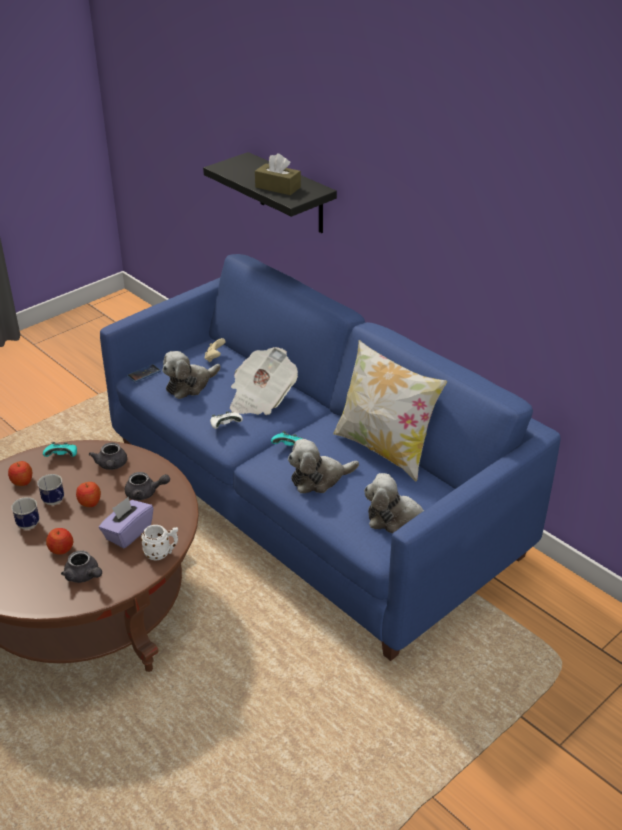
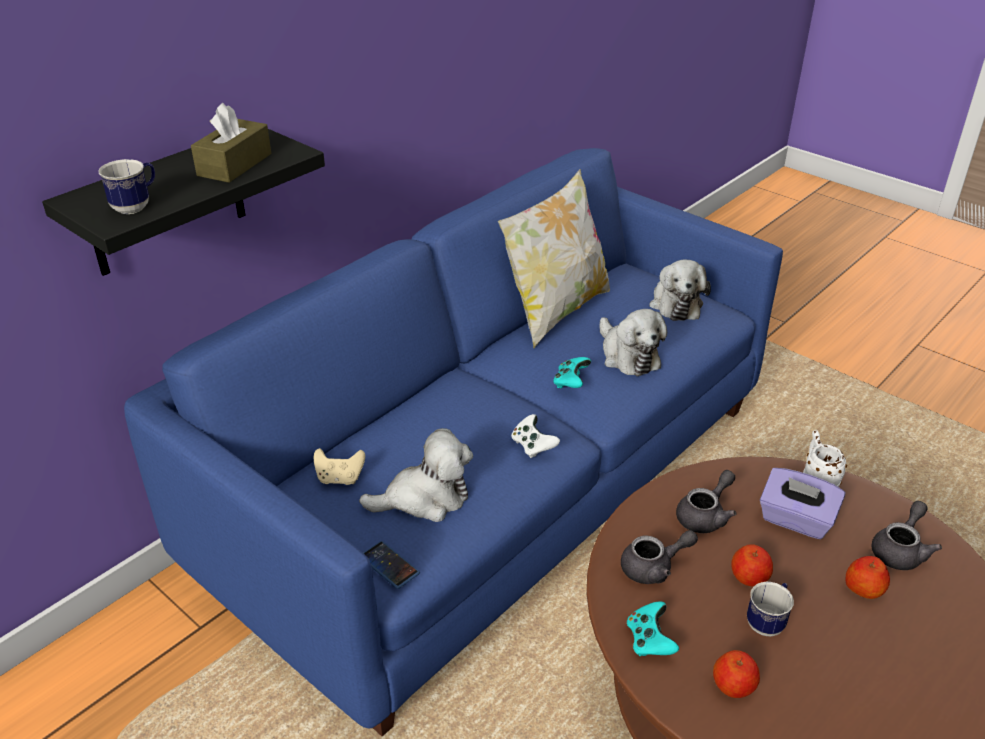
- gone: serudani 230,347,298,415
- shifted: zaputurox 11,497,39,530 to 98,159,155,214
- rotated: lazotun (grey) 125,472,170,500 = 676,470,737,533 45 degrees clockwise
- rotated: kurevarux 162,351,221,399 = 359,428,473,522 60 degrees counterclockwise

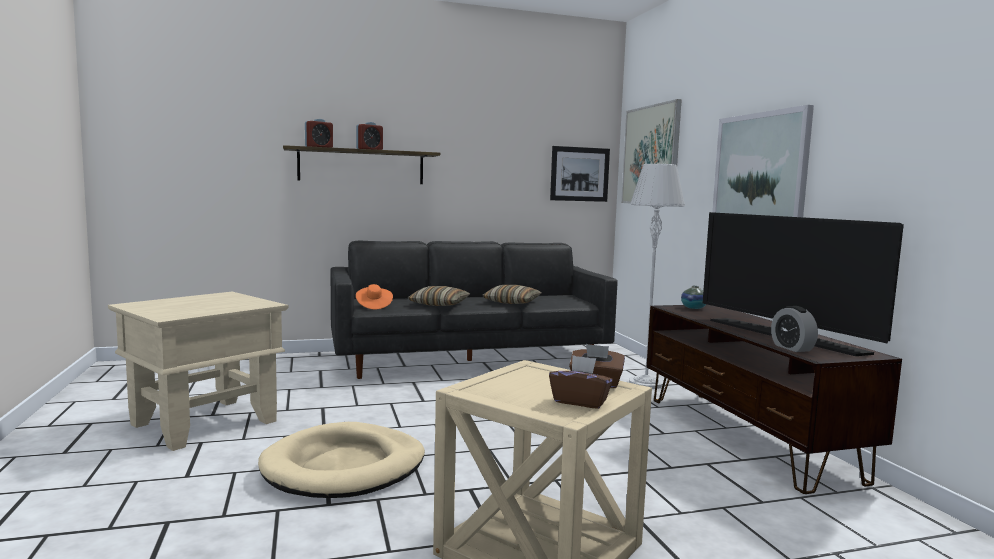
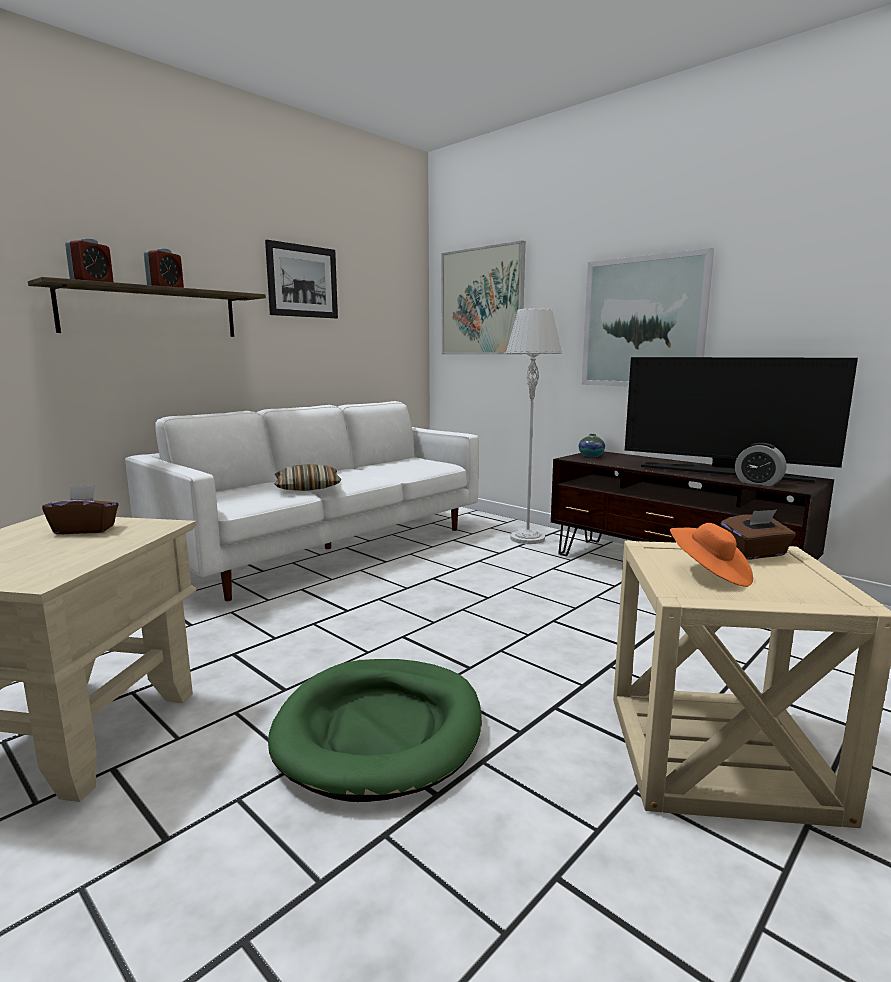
- gone: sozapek 483,285,542,304
- shifted: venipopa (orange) 356,284,393,310 to 670,523,753,587
- shifted: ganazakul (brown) 549,355,613,409 to 42,485,119,534
- shifted: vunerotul 550,146,610,202 to 265,240,338,318
- repainted: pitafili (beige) 258,422,425,498 to pitafili (green) 268,659,482,802
- repainted: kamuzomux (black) 331,241,618,379 to kamuzomux (white) 125,401,479,601

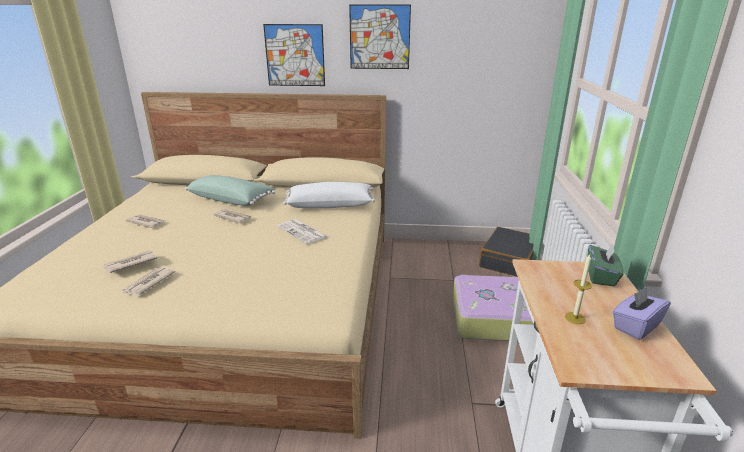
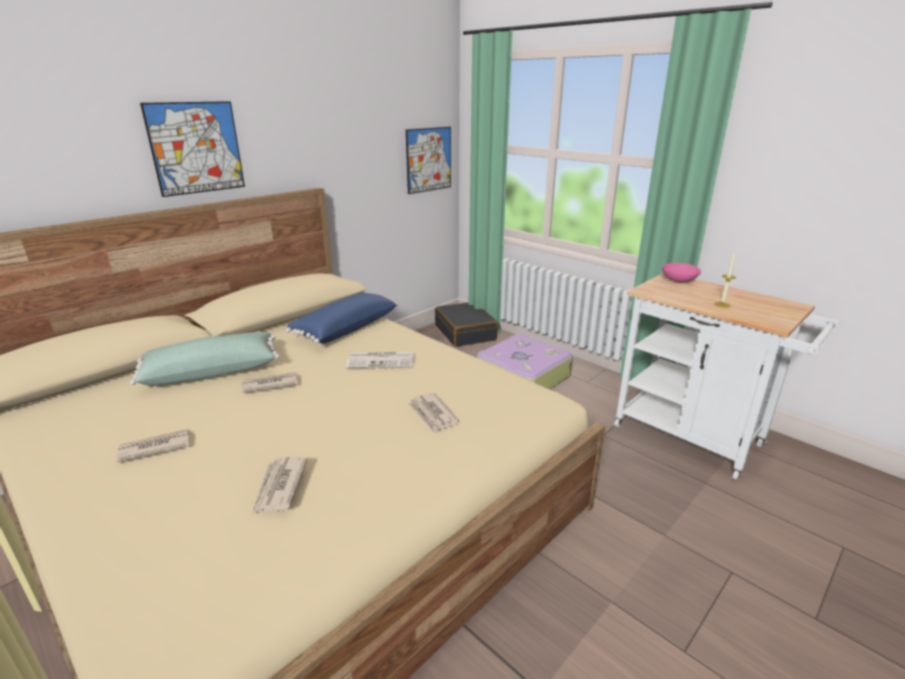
- gone: ganazakul (purple) 613,287,671,340
- shifted: serudani 123,267,175,296 to 408,393,459,433
- shifted: vunerotul 349,4,411,69 to 406,127,451,194
- swapped: ganazakul (green) 587,244,623,286 to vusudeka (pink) 662,263,701,283
- repainted: sozapek (white) 283,182,375,208 to sozapek (blue) 286,293,398,344

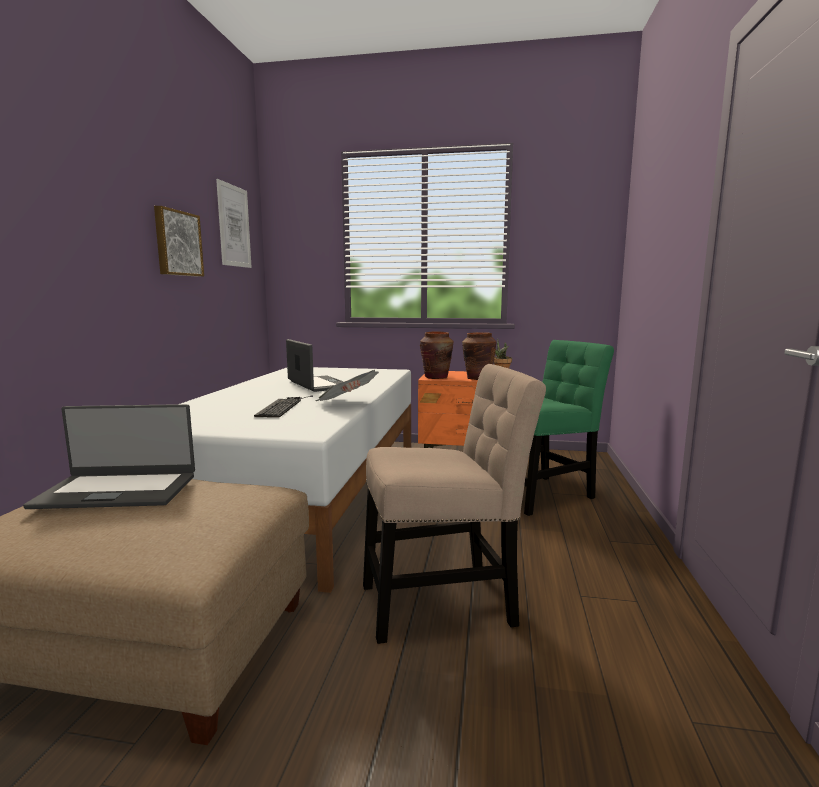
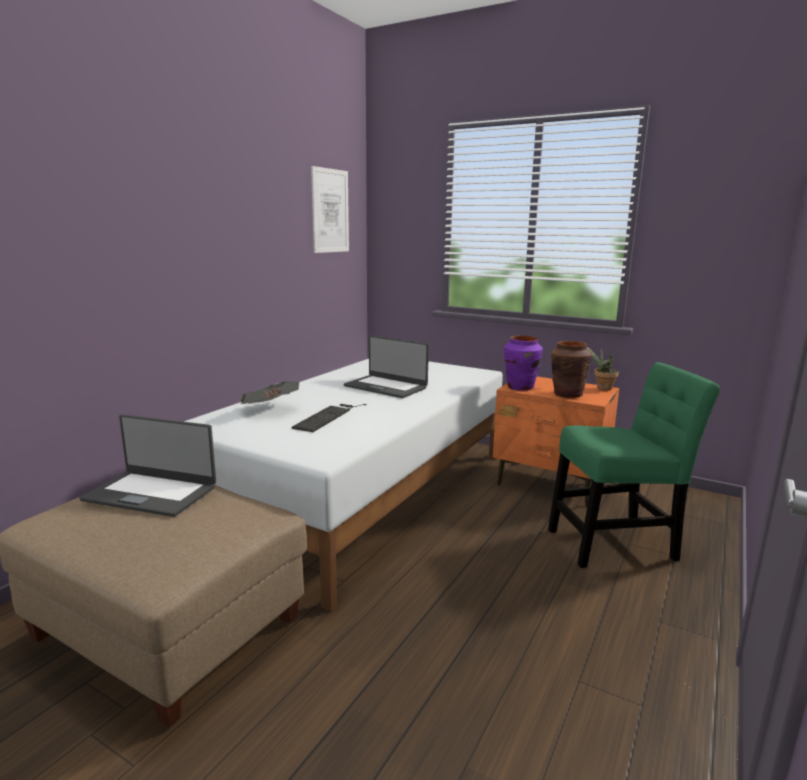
- gone: vunerotul 154,206,204,277
- gone: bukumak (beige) 363,364,546,644
- shifted: serudani 315,370,379,401 to 240,381,299,404
- repainted: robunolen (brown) 420,332,454,379 to robunolen (purple) 504,335,543,391
- rotated: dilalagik 286,339,344,392 = 344,335,429,398 135 degrees clockwise

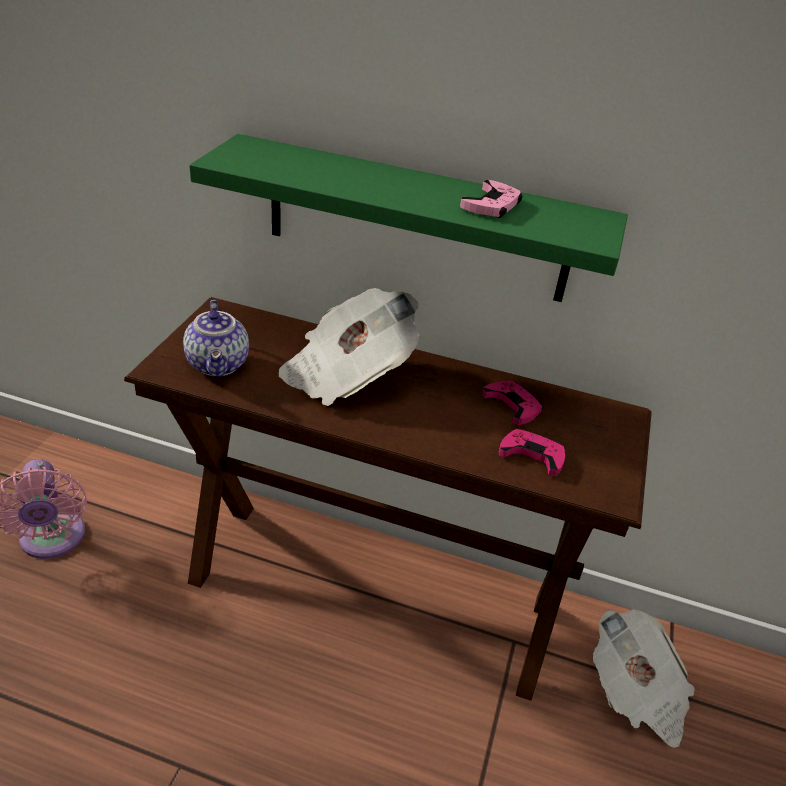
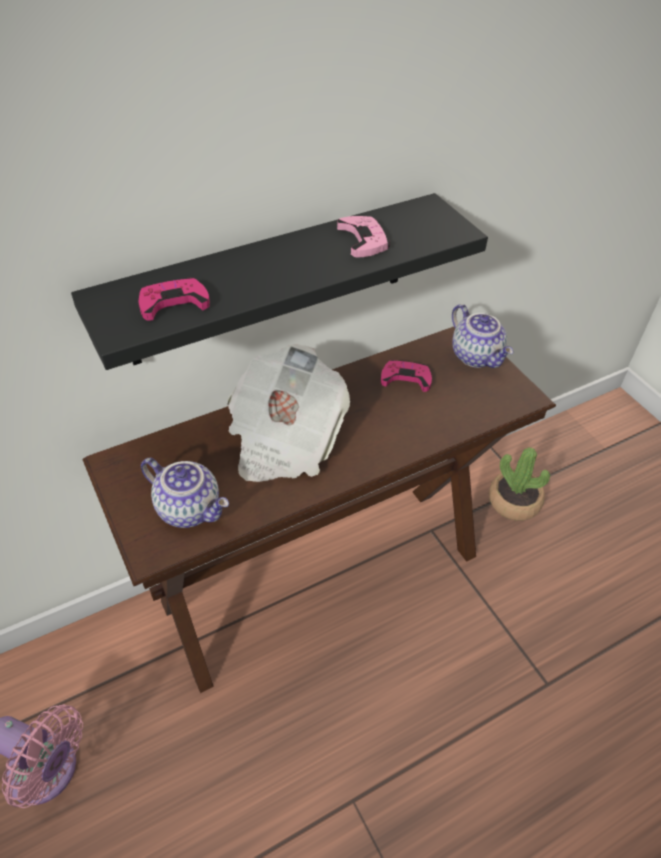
- new: lazotun 452,304,514,368
- shifted: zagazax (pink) 498,429,565,476 to 138,277,210,320
- swapped: serudani 593,609,695,748 to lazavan 489,447,550,521
- repainted: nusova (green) 189,134,628,302 to nusova (black) 71,193,488,370

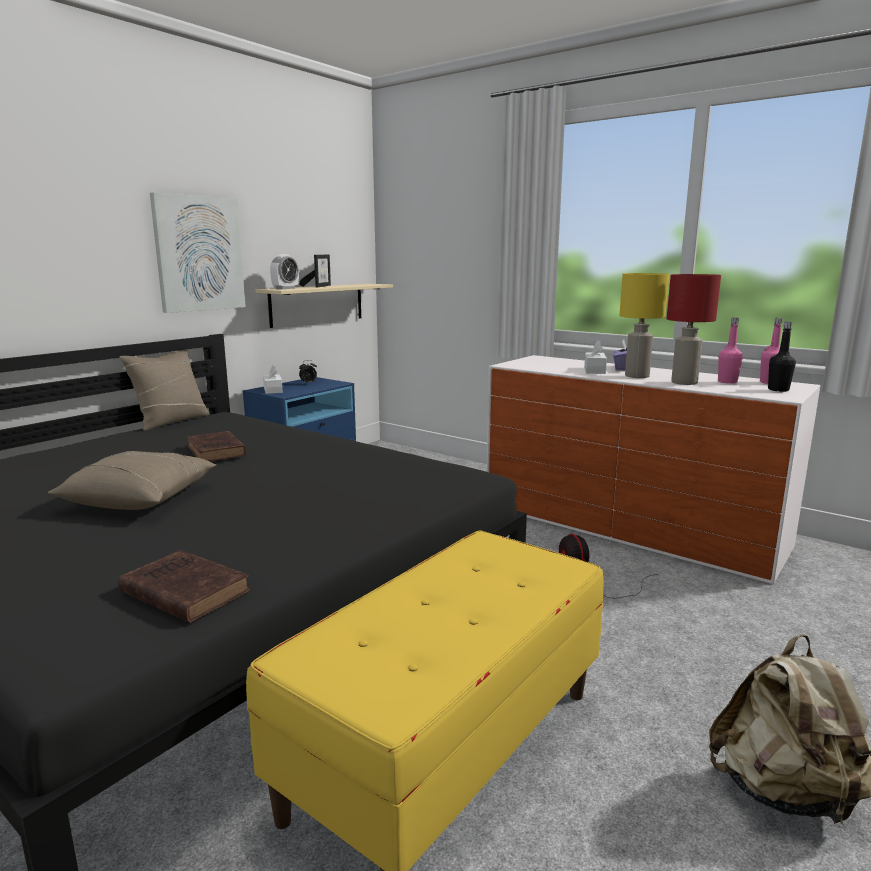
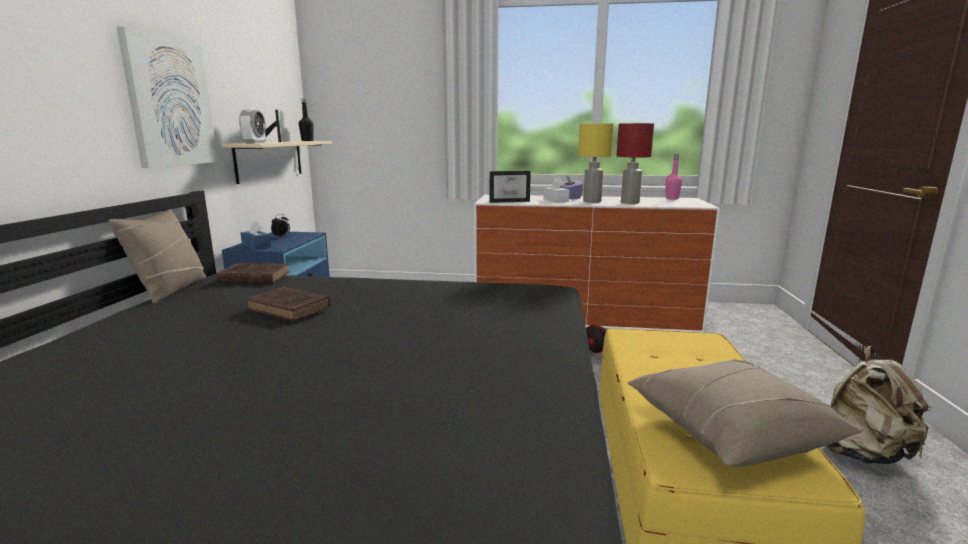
- gone: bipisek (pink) 718,318,743,384
- new: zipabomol 489,171,531,203
- shifted: sozapek (beige) 48,451,216,510 to 627,359,863,467
- shifted: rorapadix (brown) 118,550,250,623 to 217,263,290,282
- shifted: bipisek (black) 768,322,796,392 to 299,98,314,141
- repainted: ganazakul (white) 263,365,283,394 to ganazakul (blue) 241,220,271,250

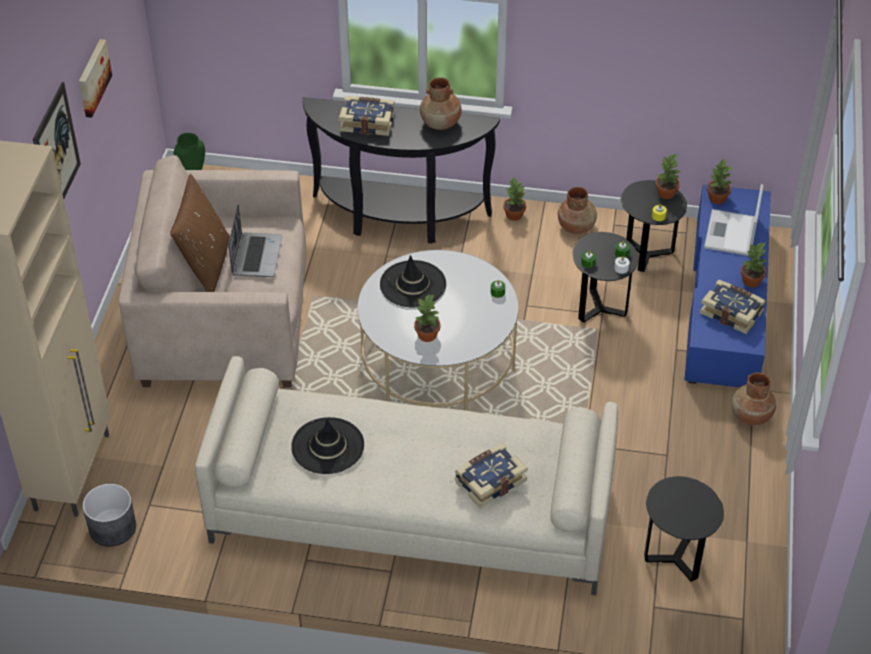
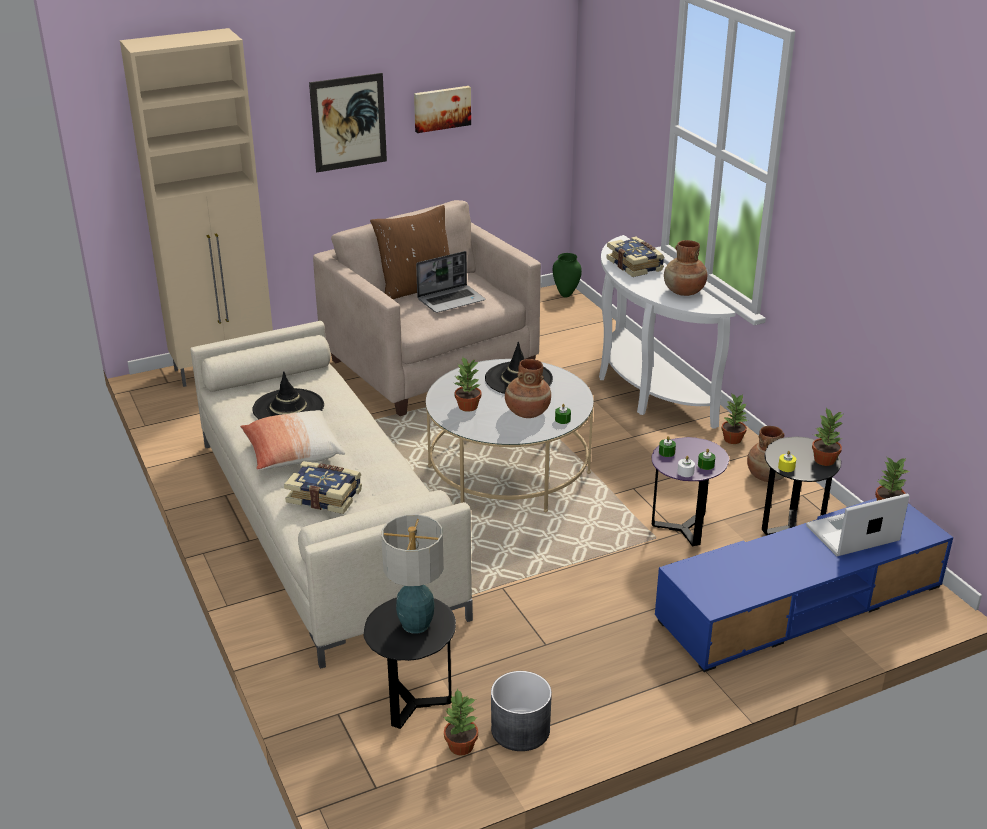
- gone: rorapadix 700,279,766,334
- new: sozapek 240,410,345,470
- new: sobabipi 381,514,444,634
- shifted: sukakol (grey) 83,484,136,546 to 491,671,552,751
- shifted: robunolen (brown) 731,372,776,425 to 505,359,551,418
- shifted: lazavan 741,243,767,287 to 444,689,478,755
- repainted: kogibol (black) 302,97,500,244 to kogibol (white) 599,235,736,429
- repainted: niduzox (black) 572,232,638,323 to niduzox (purple) 652,437,729,546

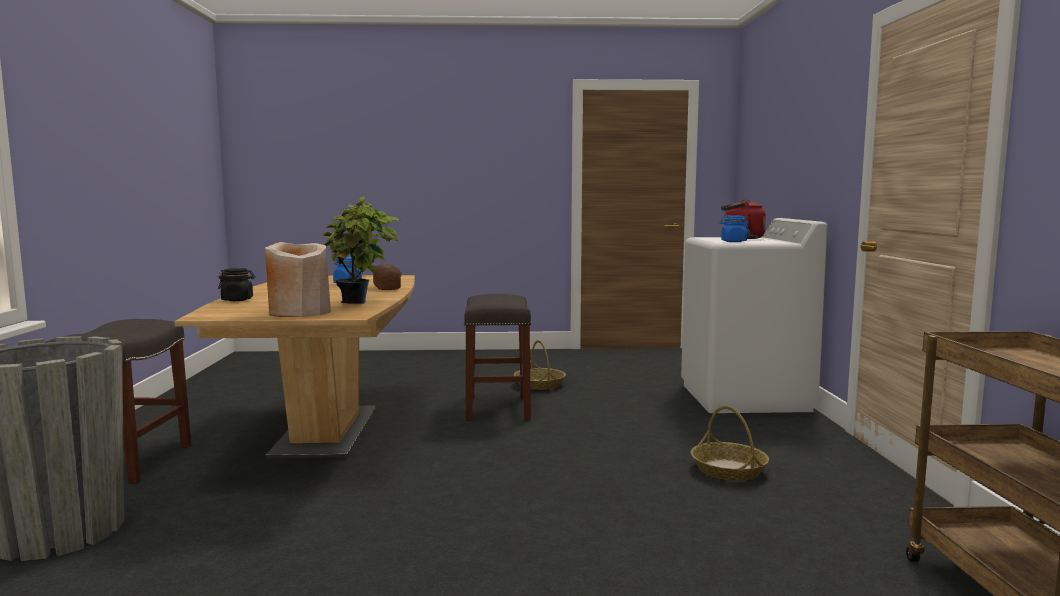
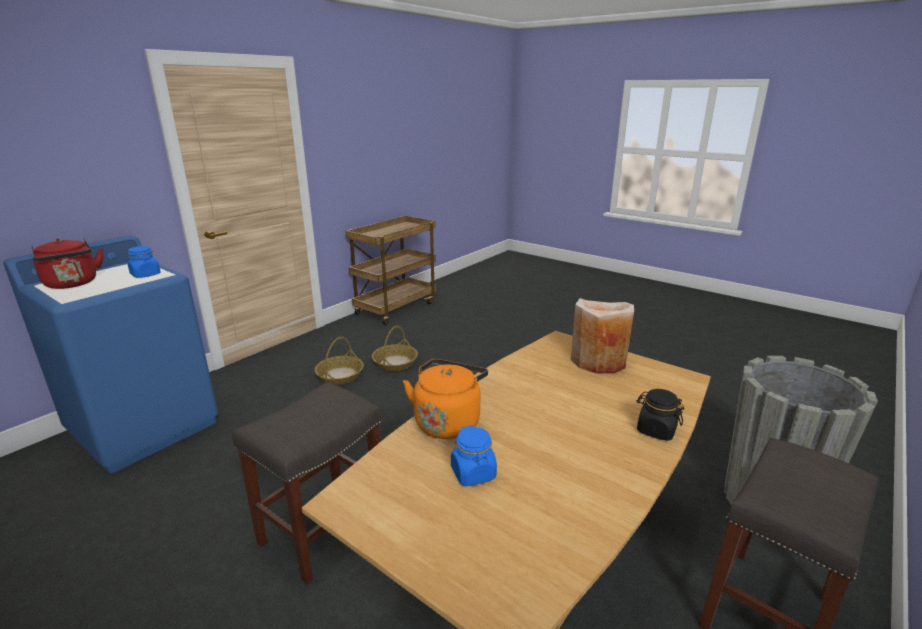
- gone: lazavan 323,196,400,304
- shifted: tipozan 514,340,566,390 to 372,326,418,371
- swapped: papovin 373,265,402,290 to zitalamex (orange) 403,359,488,439
- repainted: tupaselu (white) 681,218,827,413 to tupaselu (blue) 3,235,218,473

